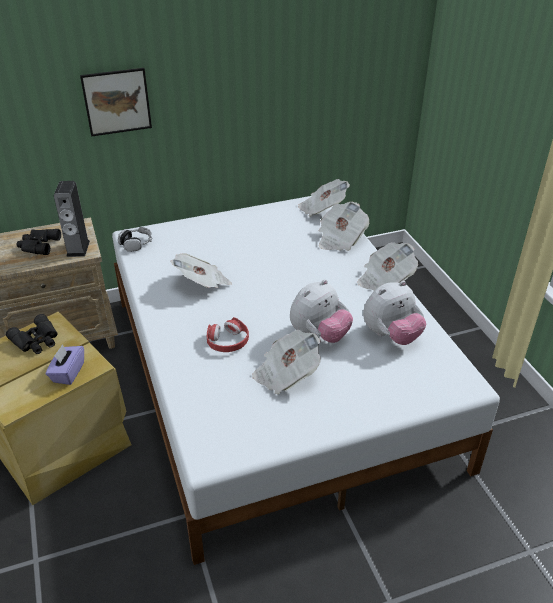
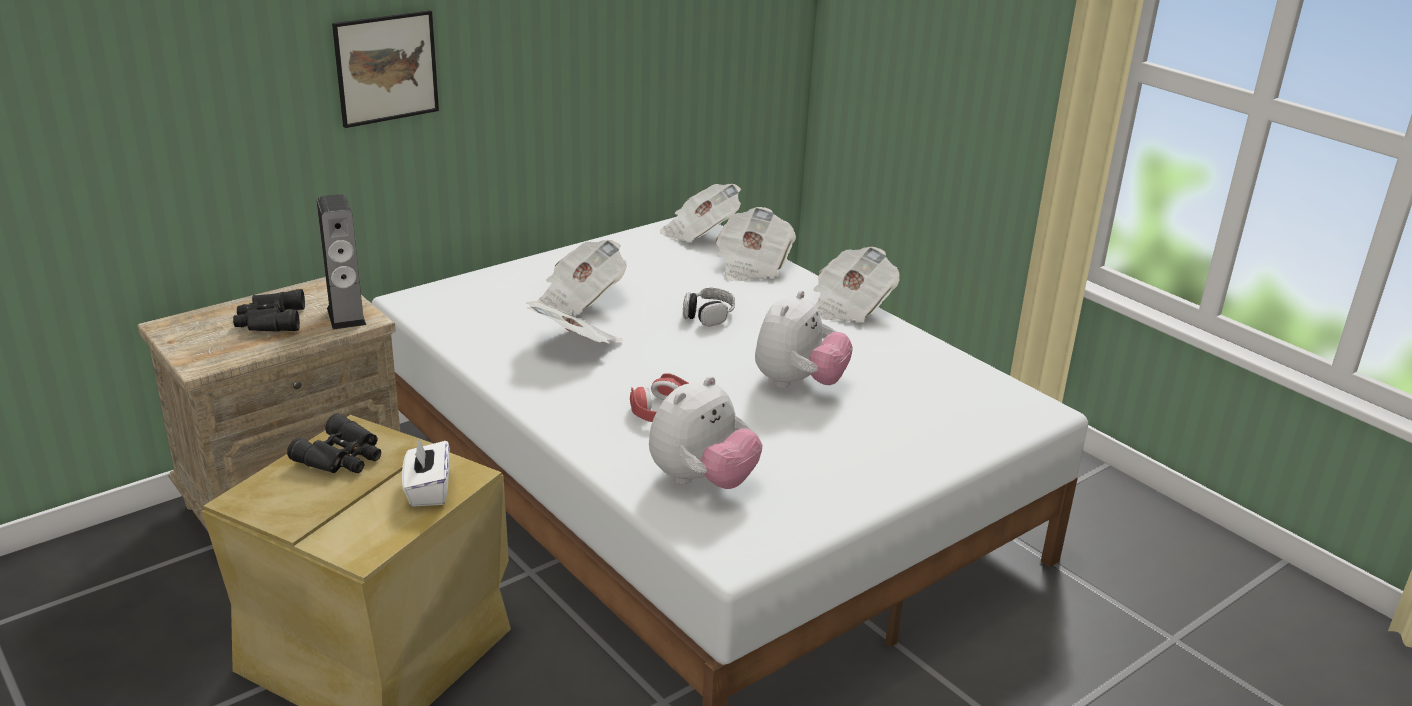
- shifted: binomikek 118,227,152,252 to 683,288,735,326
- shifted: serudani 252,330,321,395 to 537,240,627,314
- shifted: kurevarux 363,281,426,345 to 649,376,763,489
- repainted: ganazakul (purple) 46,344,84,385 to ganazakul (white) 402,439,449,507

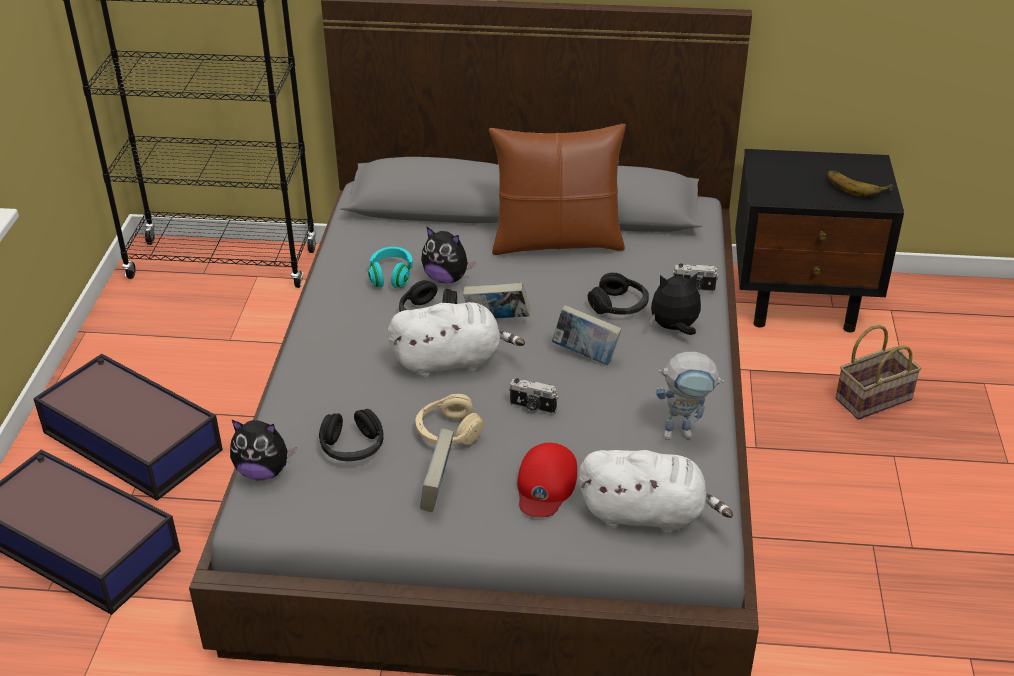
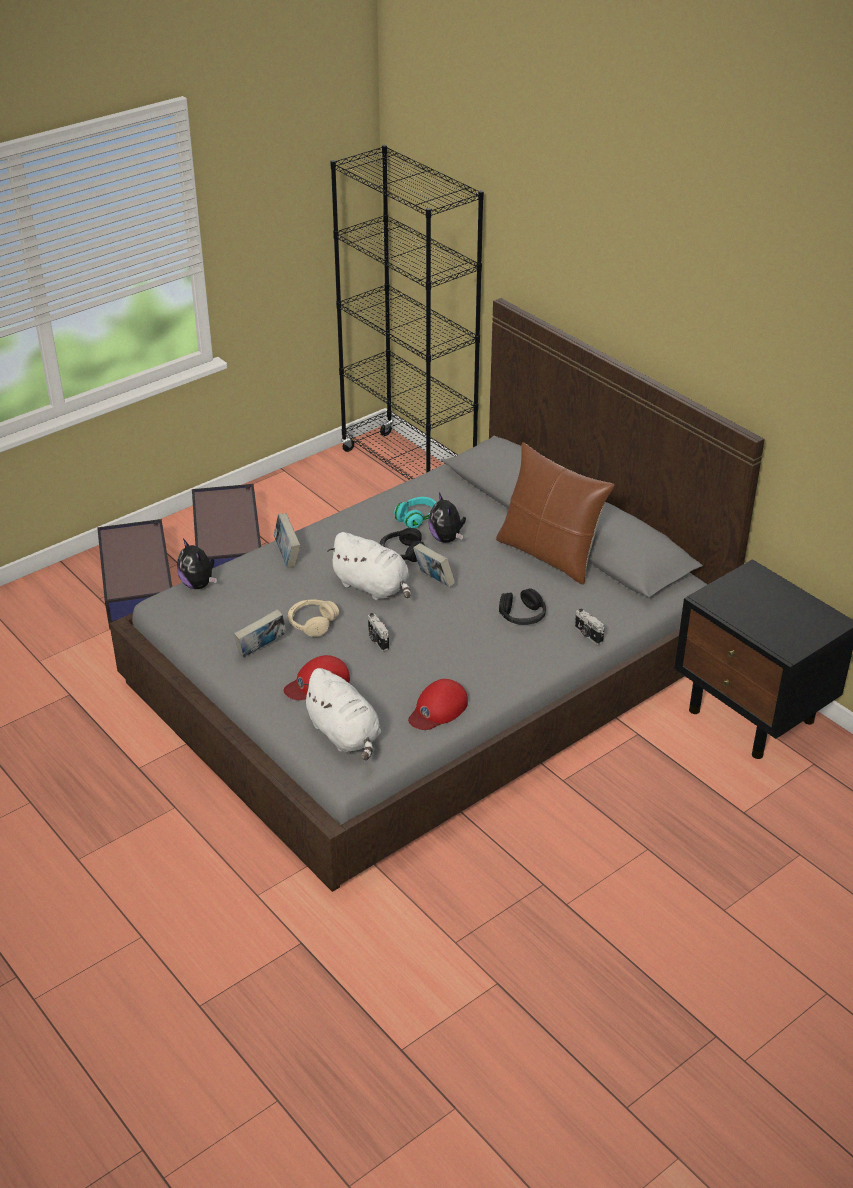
- gone: binomikek (black) 319,409,384,461
- gone: kurevarux 650,273,701,335
- gone: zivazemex 827,171,894,197
- gone: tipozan 835,325,921,420
- shifted: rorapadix 552,305,622,365 to 274,513,300,567
- swapped: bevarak 656,352,724,440 to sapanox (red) 408,679,468,730

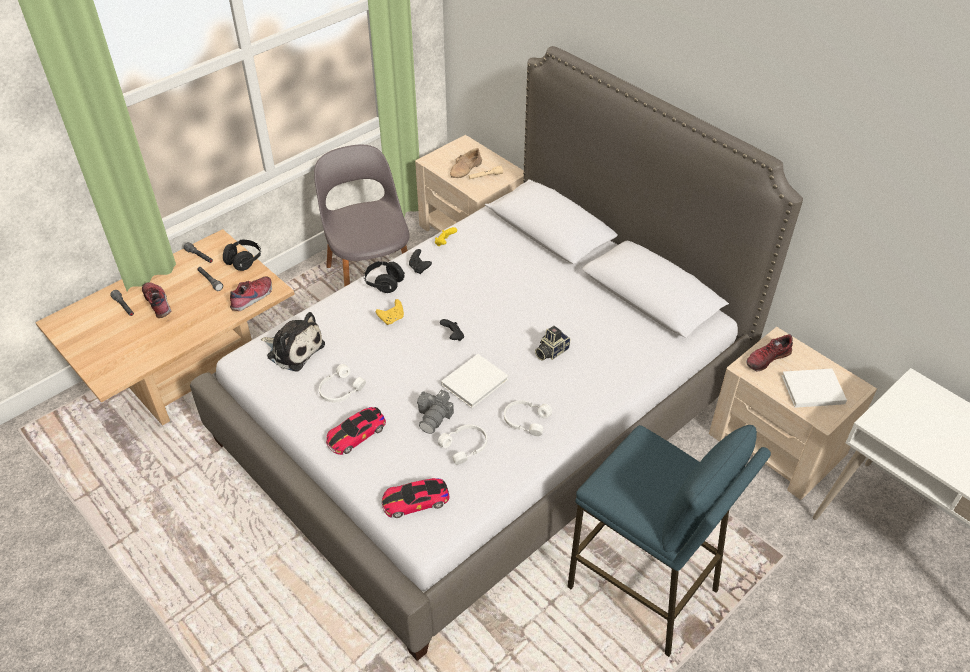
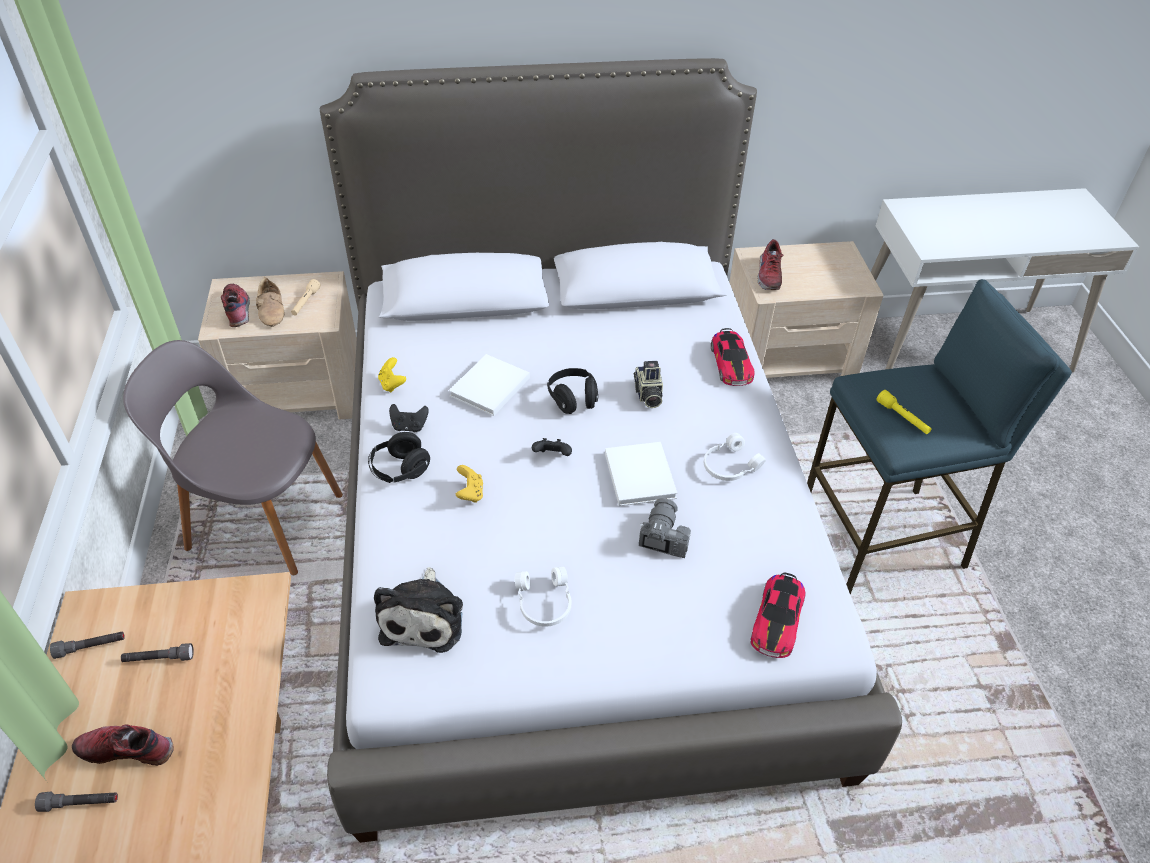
- gone: binomikek (white) 438,424,487,465
- new: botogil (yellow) 876,390,932,434
- shifted: binomikek (black) 223,240,261,271 to 547,368,598,414
- shifted: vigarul 230,277,272,311 to 221,284,250,327
- shifted: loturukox 326,407,386,455 to 711,328,754,386
- shifted: rorapadix (white) 782,368,847,408 to 449,354,530,416
- rotated: kurevarux 261,312,325,372 = 374,567,463,653 120 degrees clockwise
- rotated: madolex 417,389,454,434 = 639,498,691,558 135 degrees counterclockwise

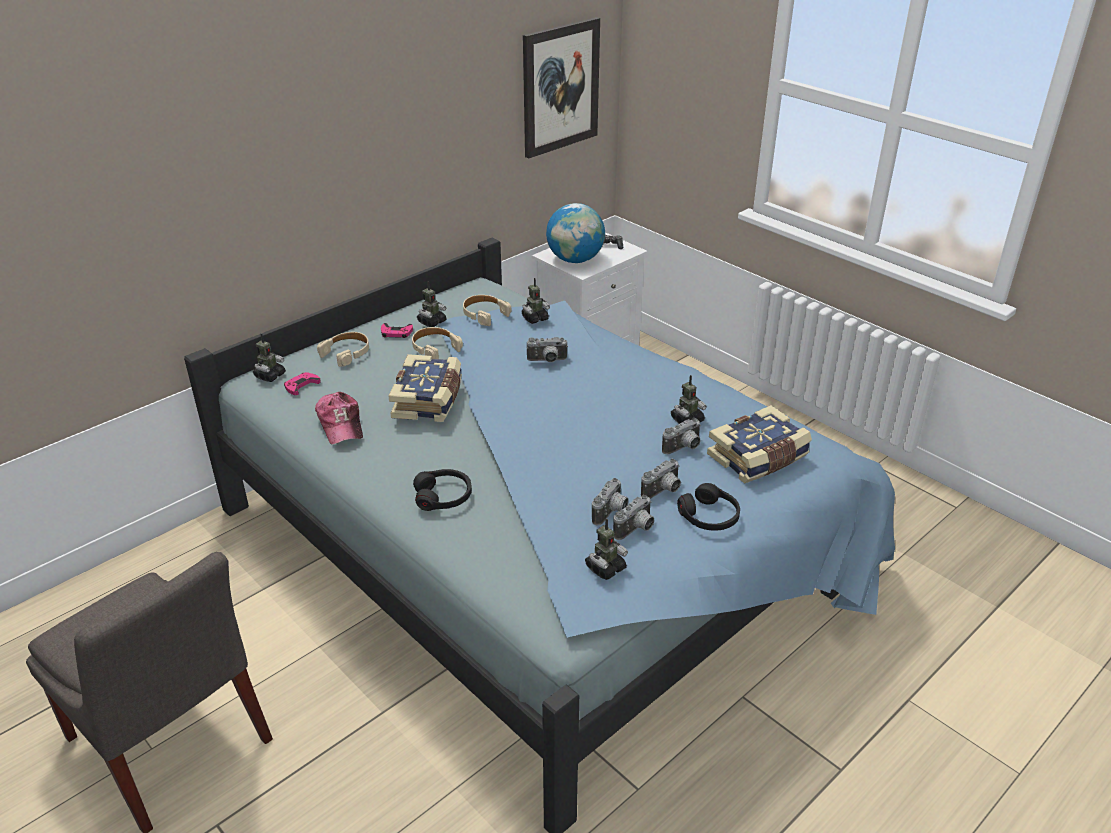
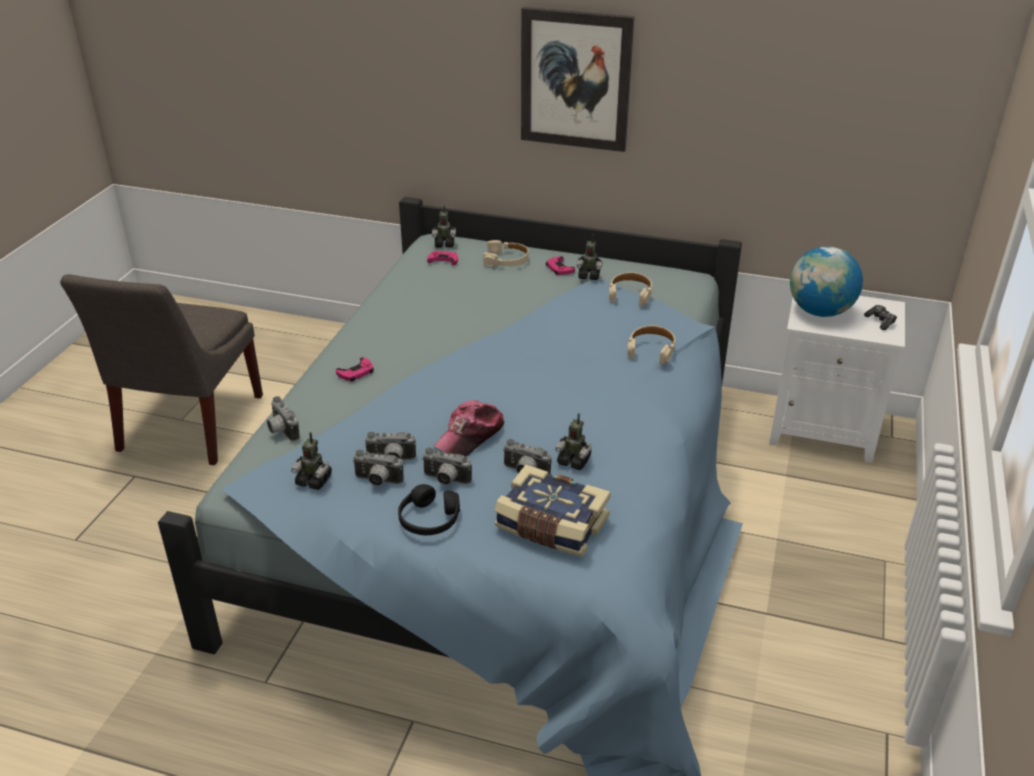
- gone: rorapadix 388,354,462,422
- gone: bevarak 522,278,550,324
- shifted: sapanox 315,392,363,445 to 433,400,505,457
- shifted: binomikek (beige) 412,327,463,359 to 627,326,676,365
- shifted: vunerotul 523,17,600,159 to 521,7,634,152
- shifted: madolex 526,337,567,363 to 267,396,300,441
- swapped: binomikek (black) 413,469,472,511 to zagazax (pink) 336,357,374,382

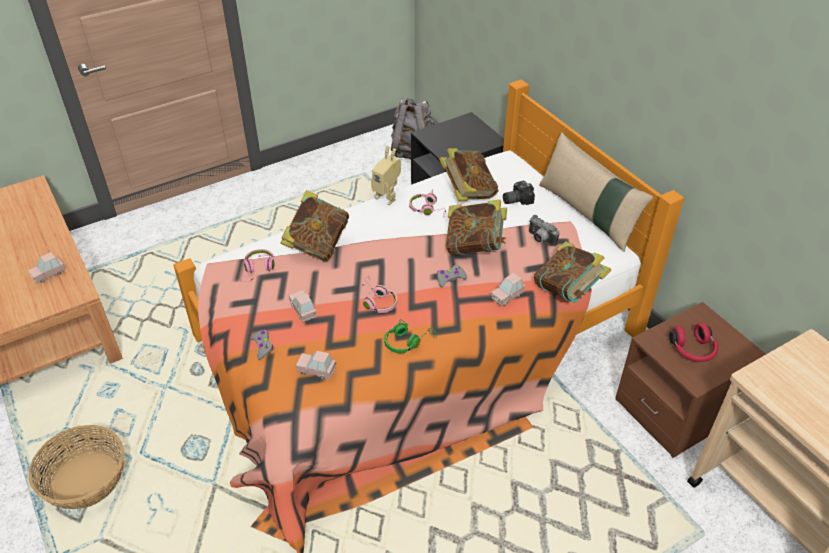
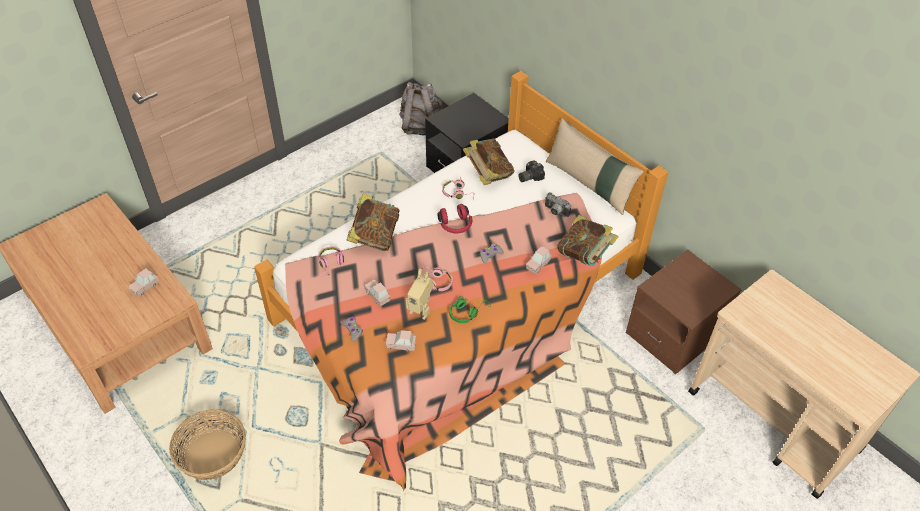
- gone: rorapadix 446,199,507,255
- shifted: bevarak 371,146,401,205 to 406,269,433,320
- shifted: binomikek (red) 669,323,718,362 to 437,204,473,233

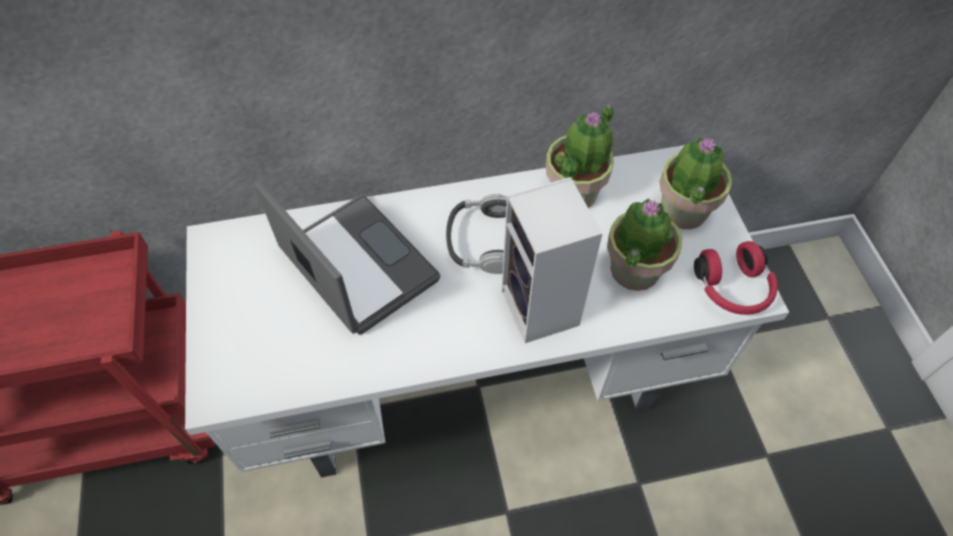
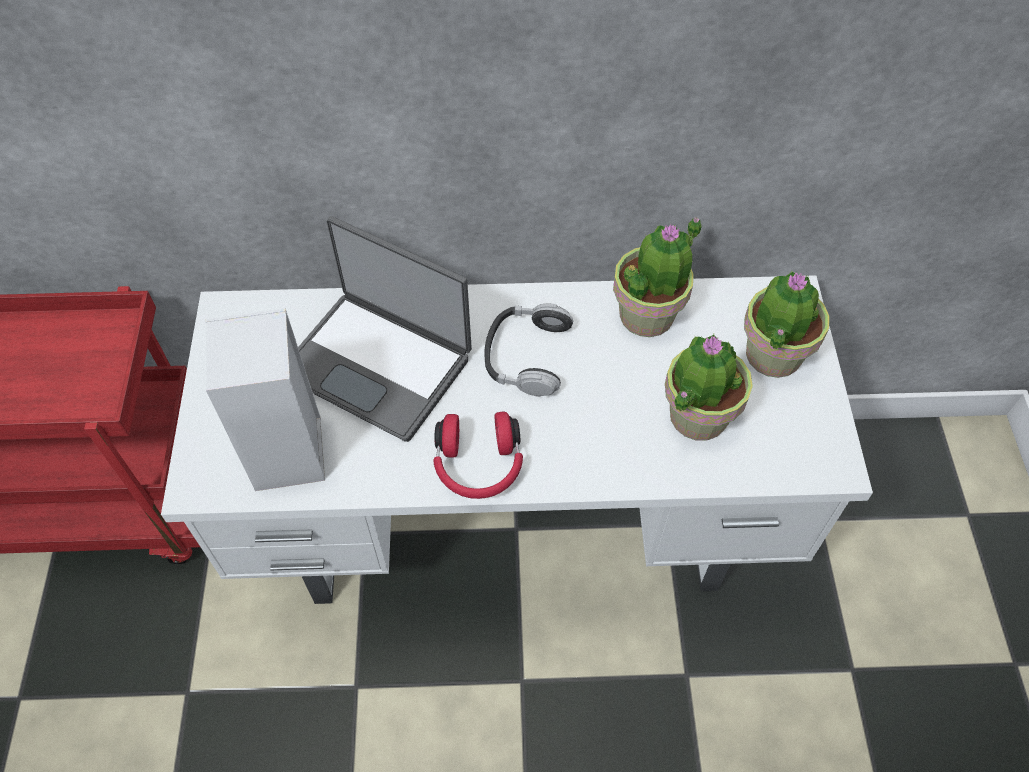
- shifted: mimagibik 502,177,602,343 to 206,308,325,491
- shifted: binomikek (red) 694,241,778,315 to 433,412,523,499
- rotated: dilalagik 254,180,440,335 = 298,216,472,442 150 degrees clockwise

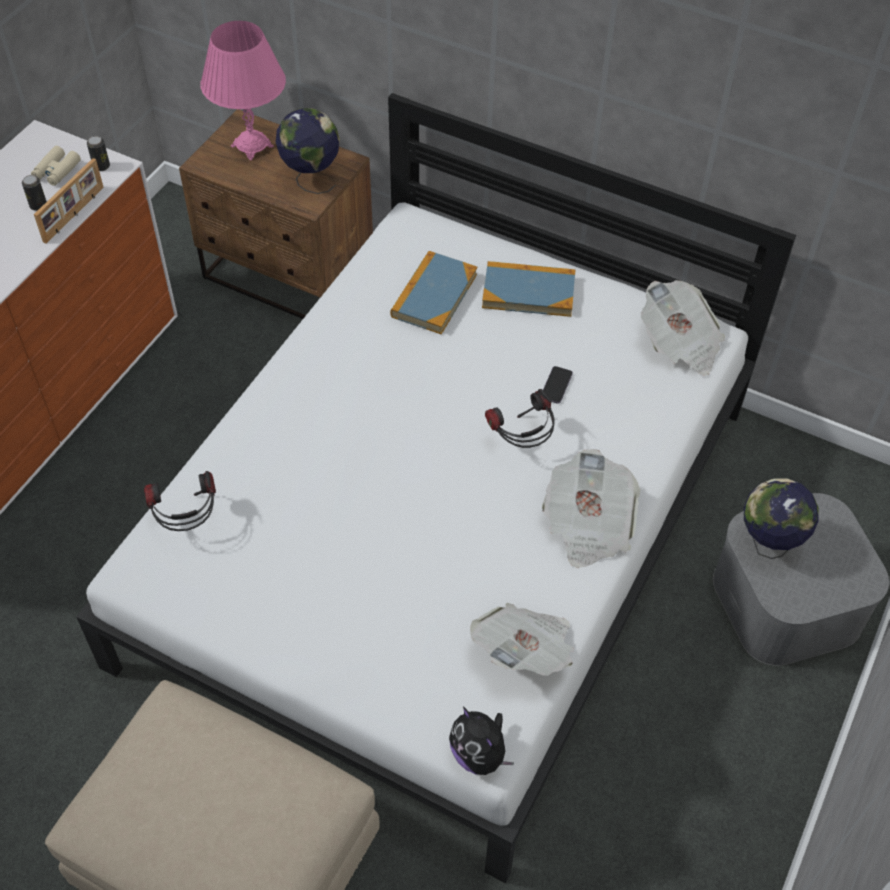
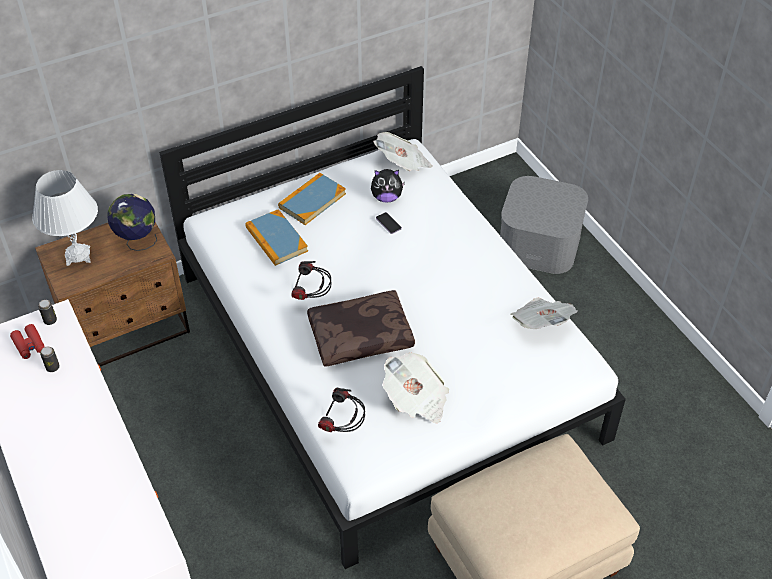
- gone: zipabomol 34,158,104,244
- gone: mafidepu 744,478,819,559
- new: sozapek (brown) 307,290,415,367
- shifted: kurevarux 449,707,514,775 to 371,169,405,203
- shifted: binomikek 485,389,555,448 to 291,261,331,300
- shifted: serudani 542,449,640,568 to 382,353,449,423
- repainted: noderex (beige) 31,146,81,186 to noderex (red) 10,324,45,359
- repainted: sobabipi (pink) 201,21,286,160 to sobabipi (white) 32,170,98,266

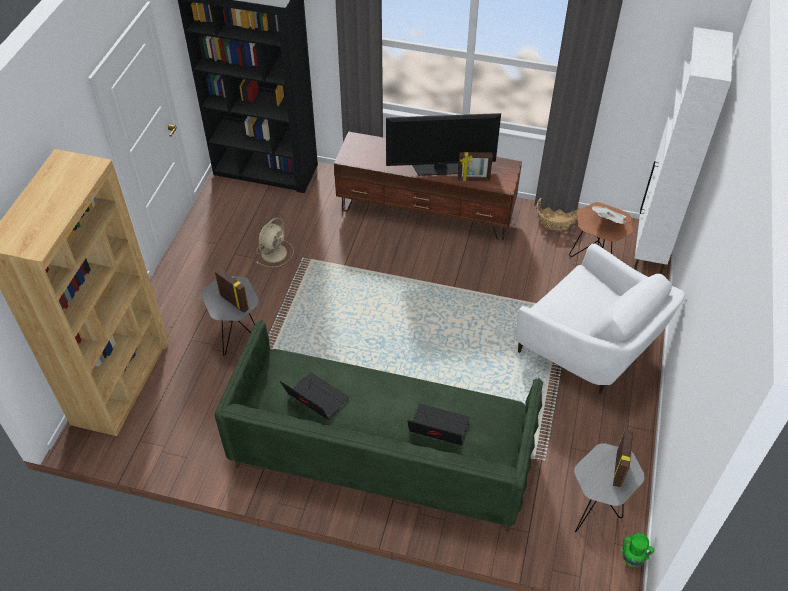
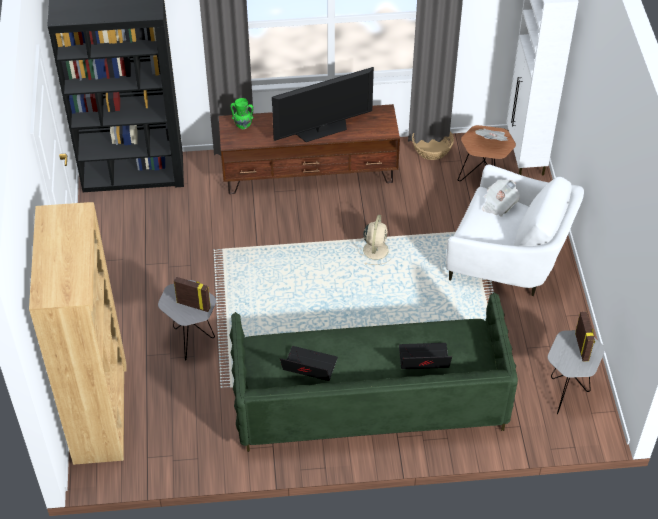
- gone: zipabomol 458,152,493,181
- new: serudani 482,179,520,216
- shifted: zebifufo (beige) 256,217,294,267 to 357,215,391,265
- shifted: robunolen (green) 621,533,654,567 to 230,98,254,129

